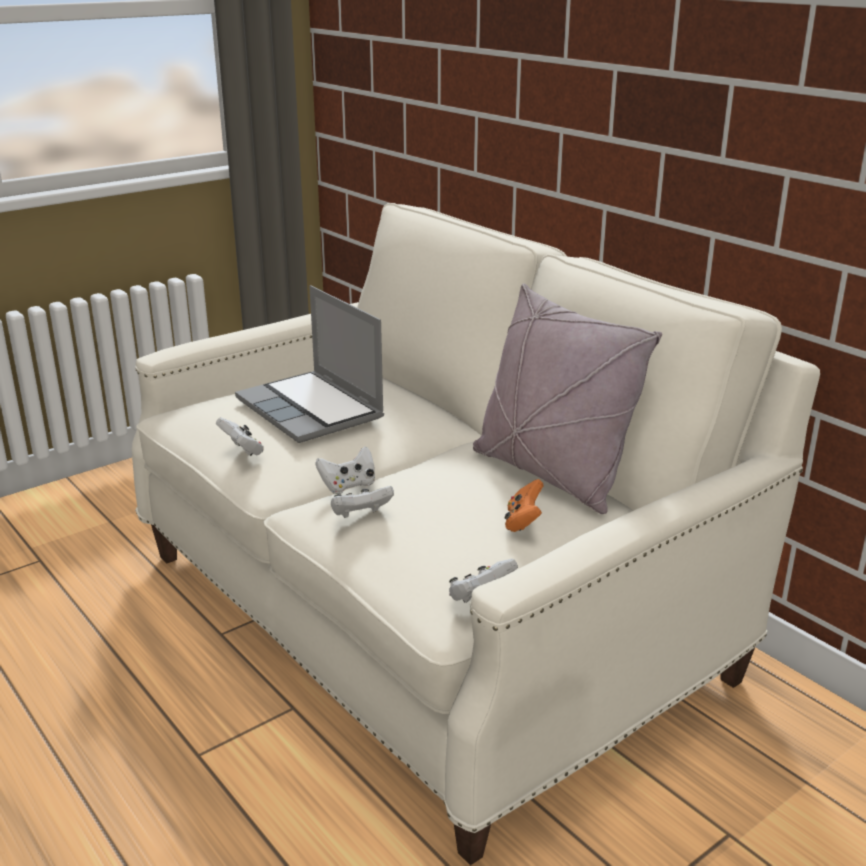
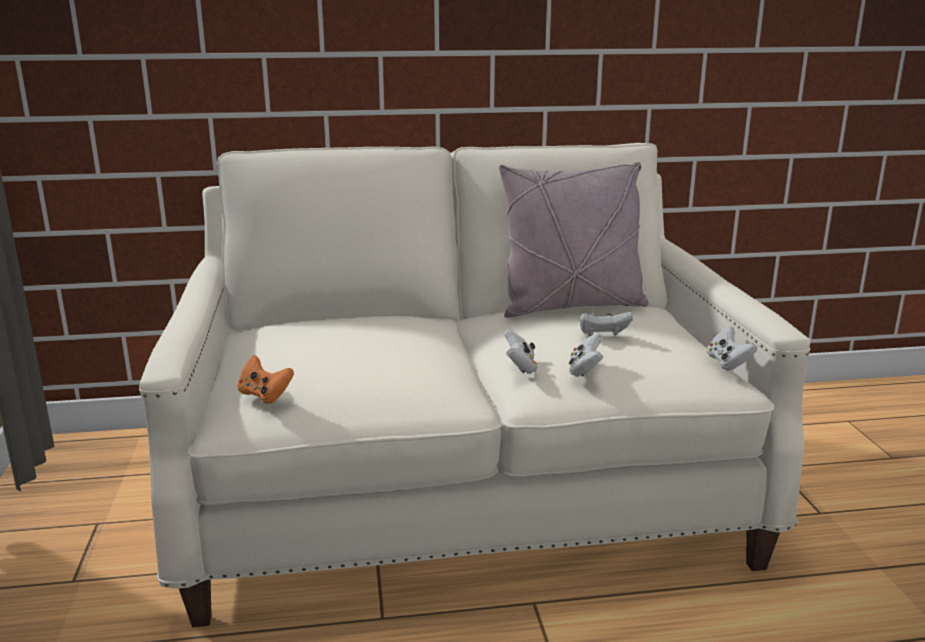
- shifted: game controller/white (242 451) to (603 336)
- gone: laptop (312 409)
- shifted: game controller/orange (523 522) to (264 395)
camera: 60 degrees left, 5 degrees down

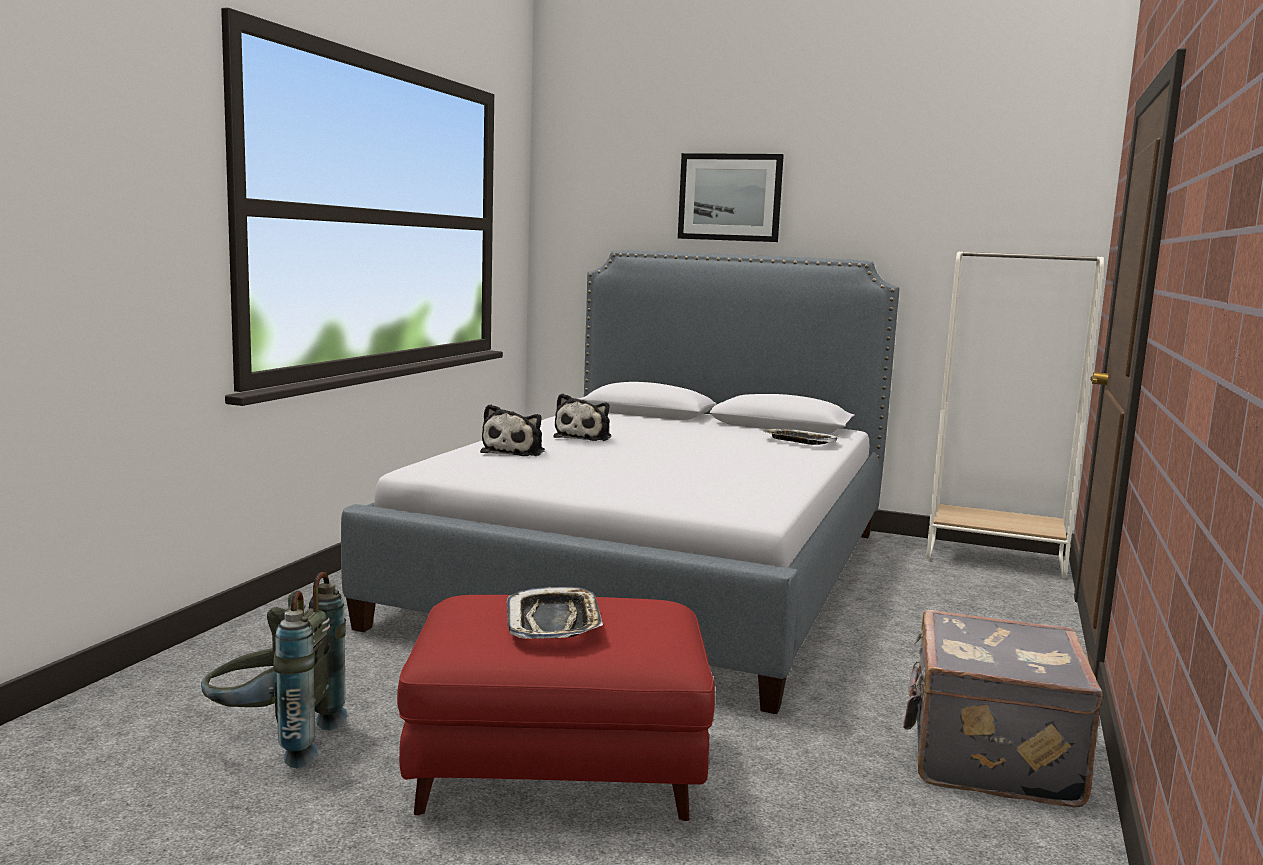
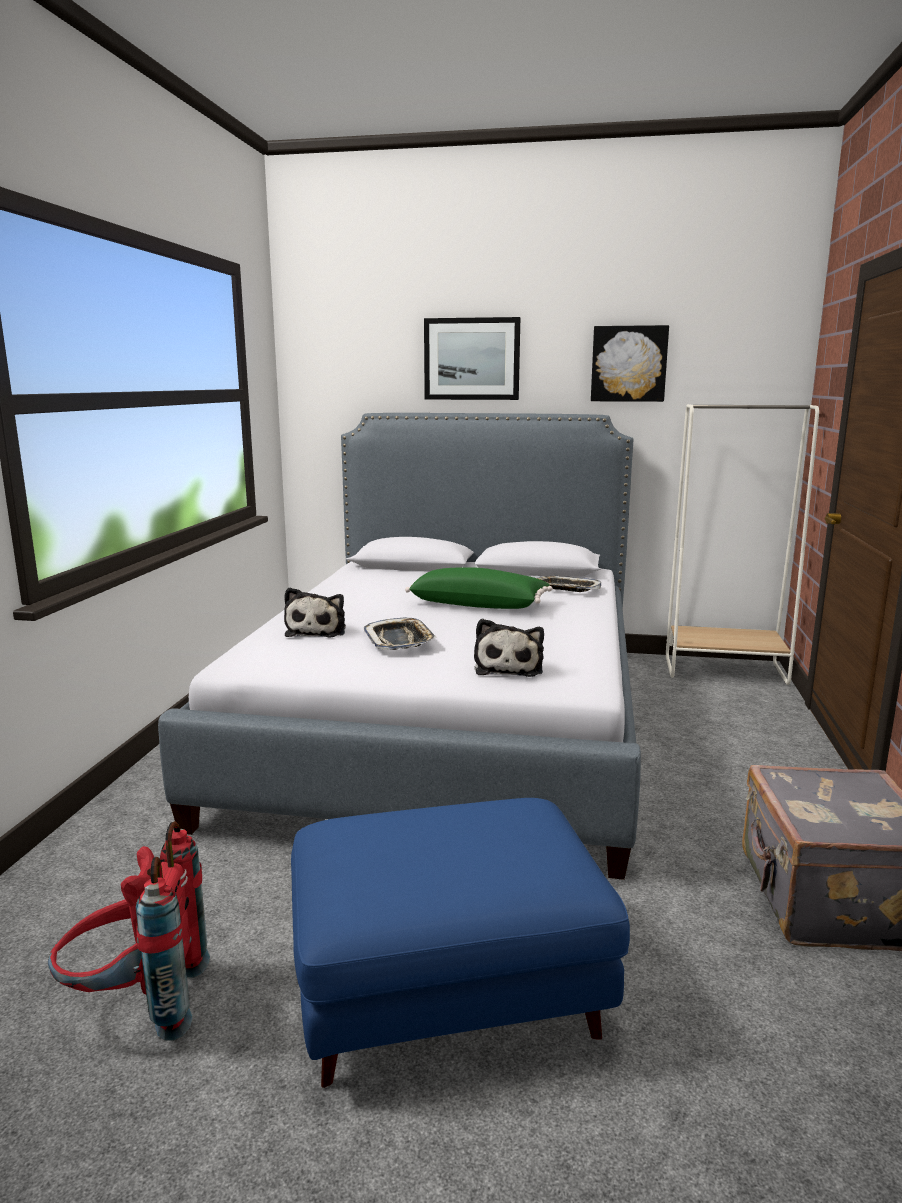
- repainted: backpack/grey (274 742) to backpack/red (138 1006)
- repainted: ottoman/red (556 771) to ottoman/blue (447 992)
- shifted: tray (554 623) to (399 640)
- shifted: plush toy (584 437) to (509 667)
- new: pillow/green (479 605)
- new: picture (628 364)
camera: 10 degrees left, 5 degrees up

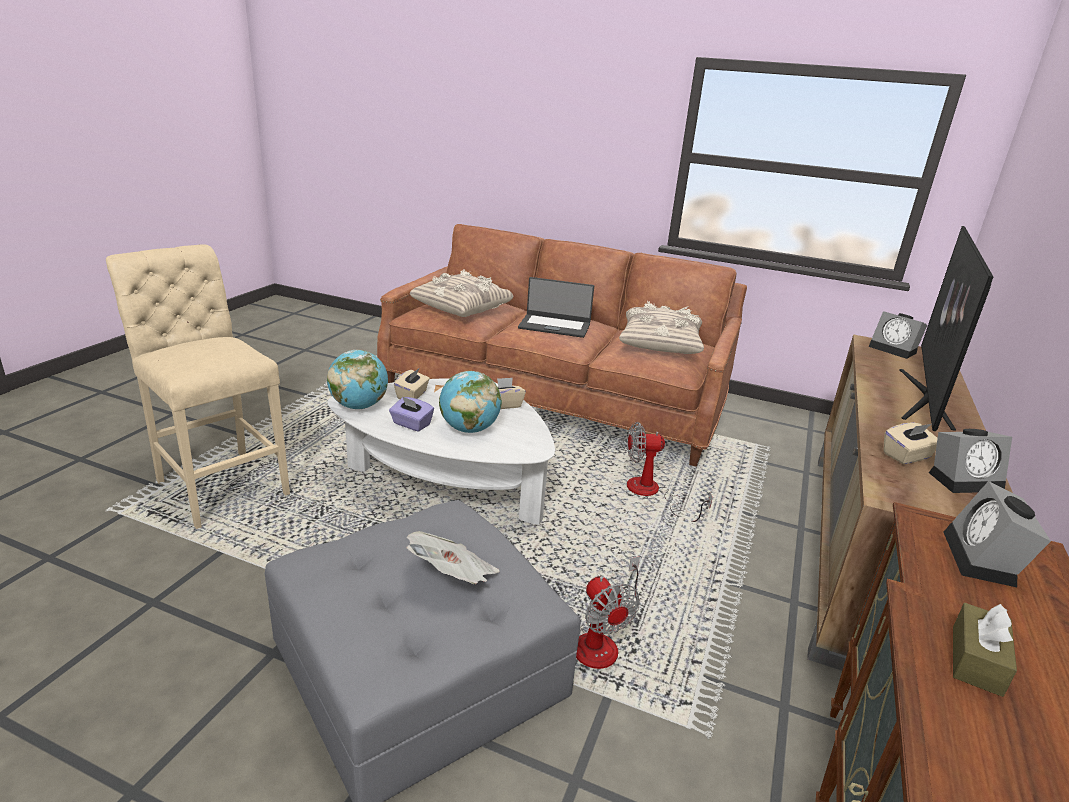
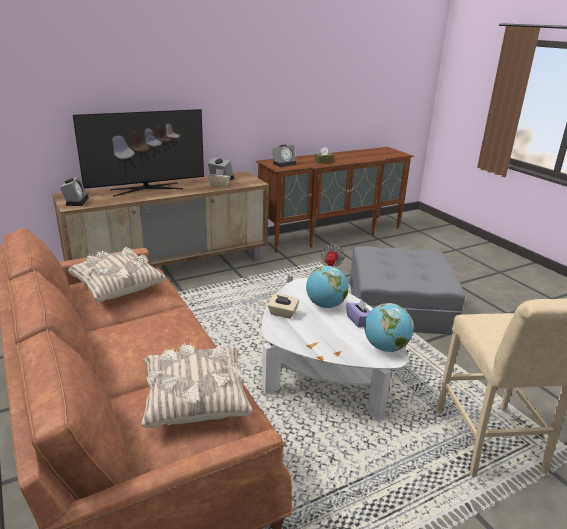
- gone: tissue box/beige (412 395)
- gone: newspaper (453 577)
- gone: laptop (554 326)
- gone: fan (652 494)
camera: 140 degrees left, 0 degrees up

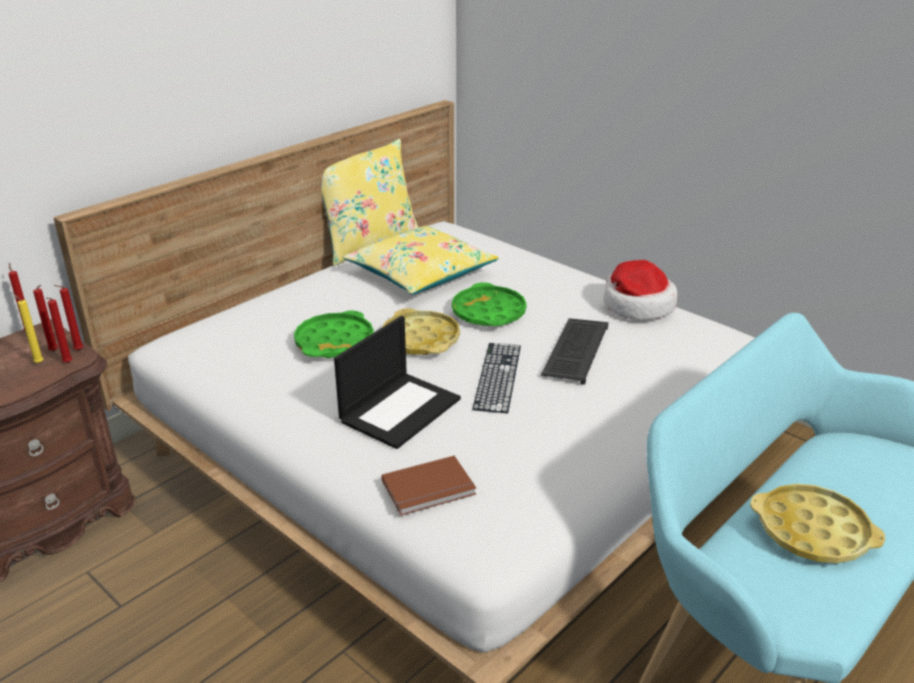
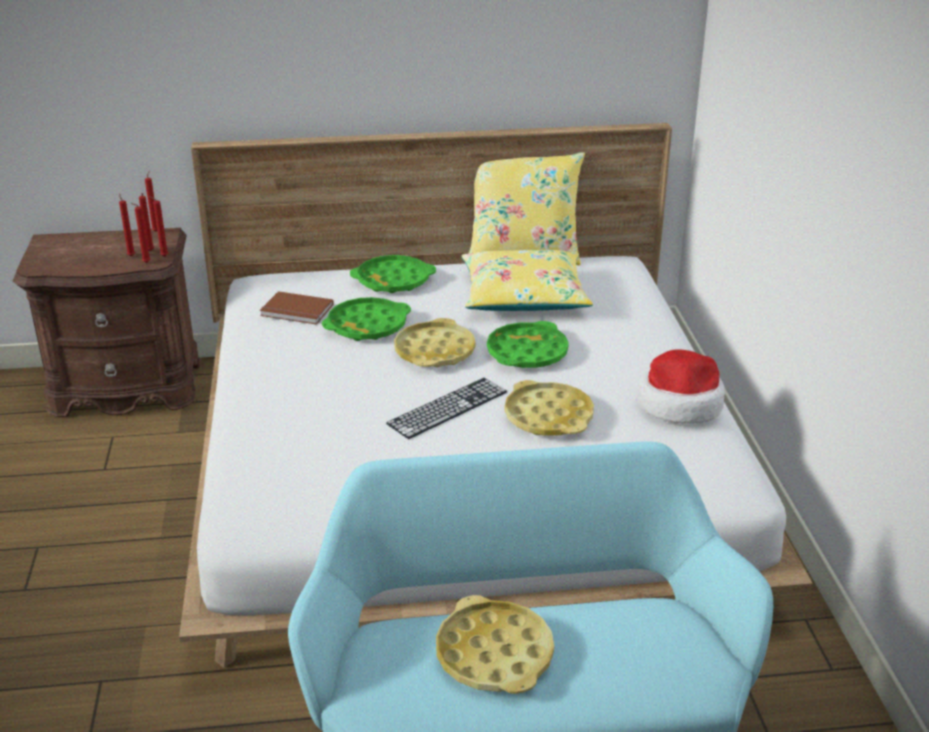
- repainted: candle/yellow (38 363) to candle/red (131 255)
- gone: laptop (400 409)
- shifted: book/brown (430 489) to (296 311)
- swapped: keyboard (575 350) to tray/yellow (548 416)
- new: tray/green (393 280)
camera: 40 degrees right, 0 degrees up

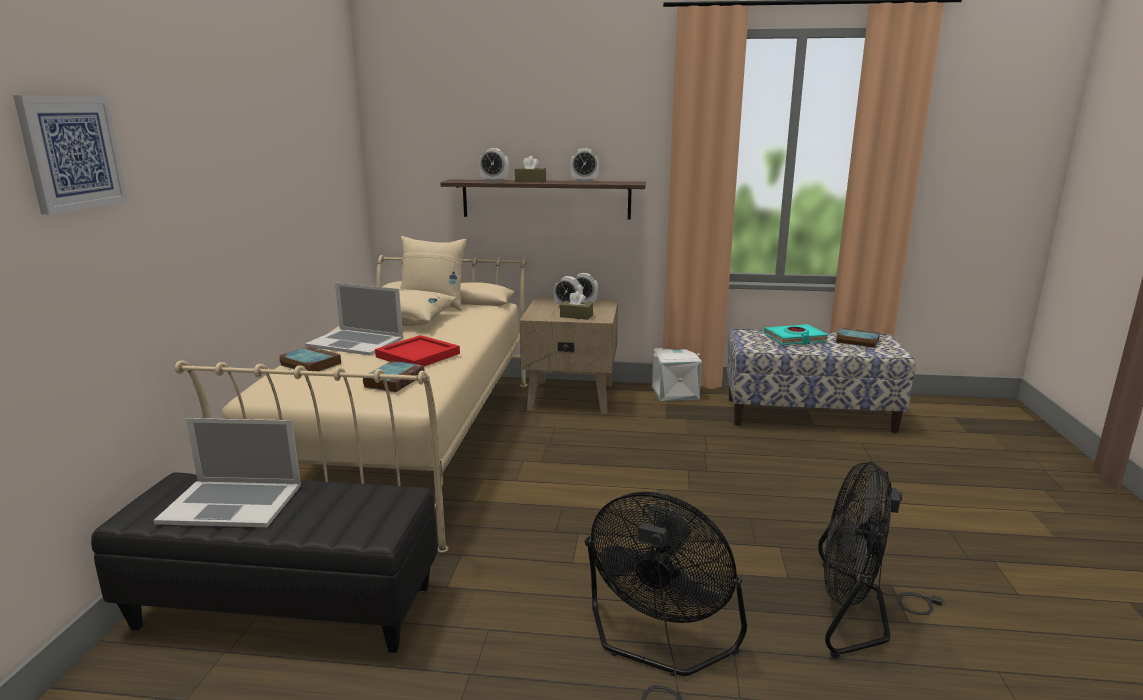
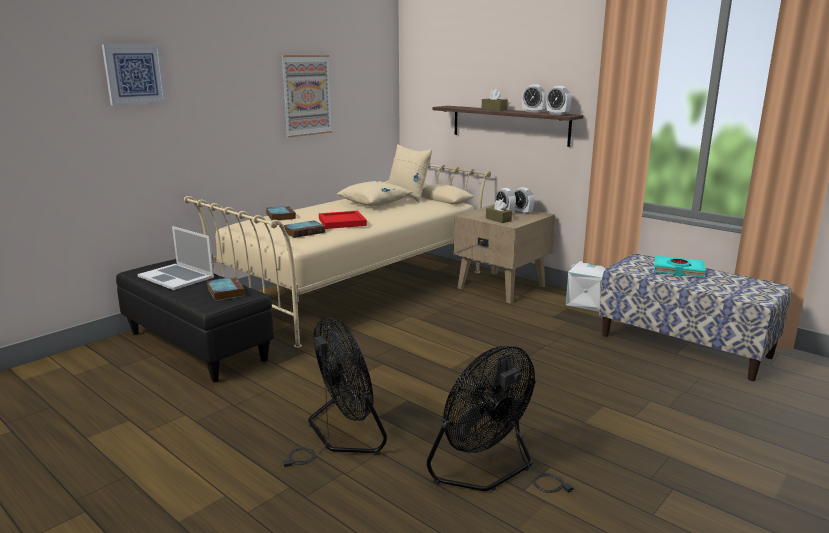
- gone: laptop (355 342)
- shifted: alarm clock (494 181) to (557 114)
- shifted: book (856 341) to (225 292)
- new: picture (306 95)
camera: 35 degrees right, 0 degrees up

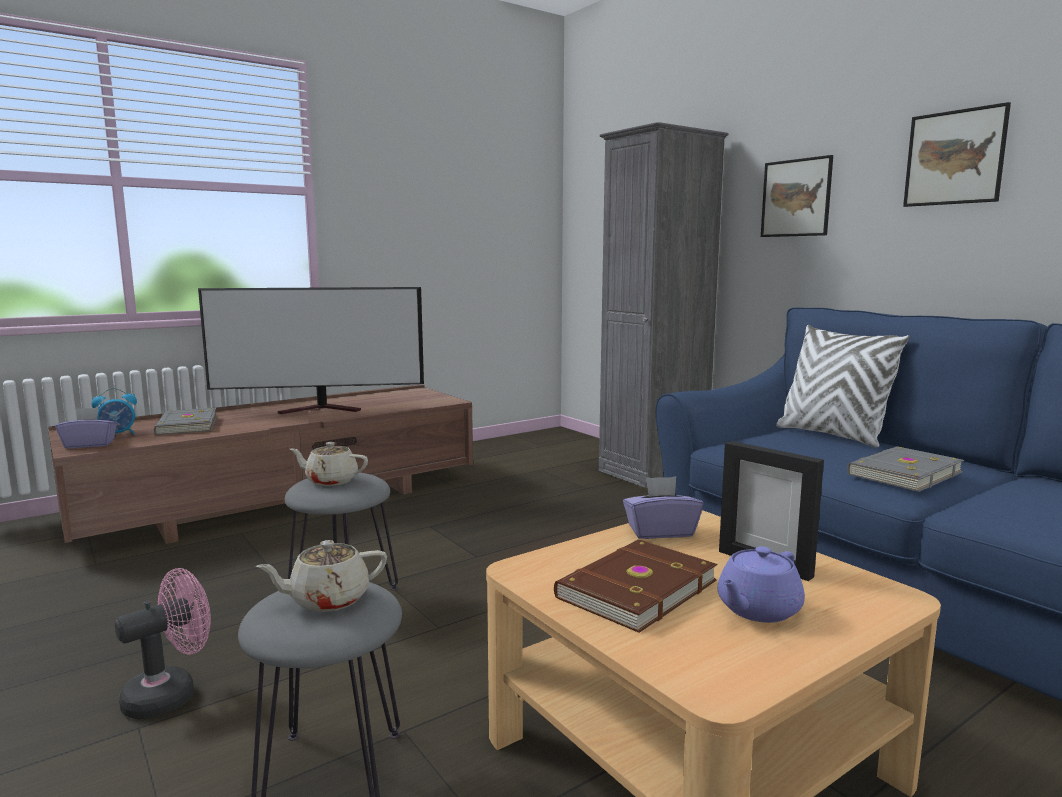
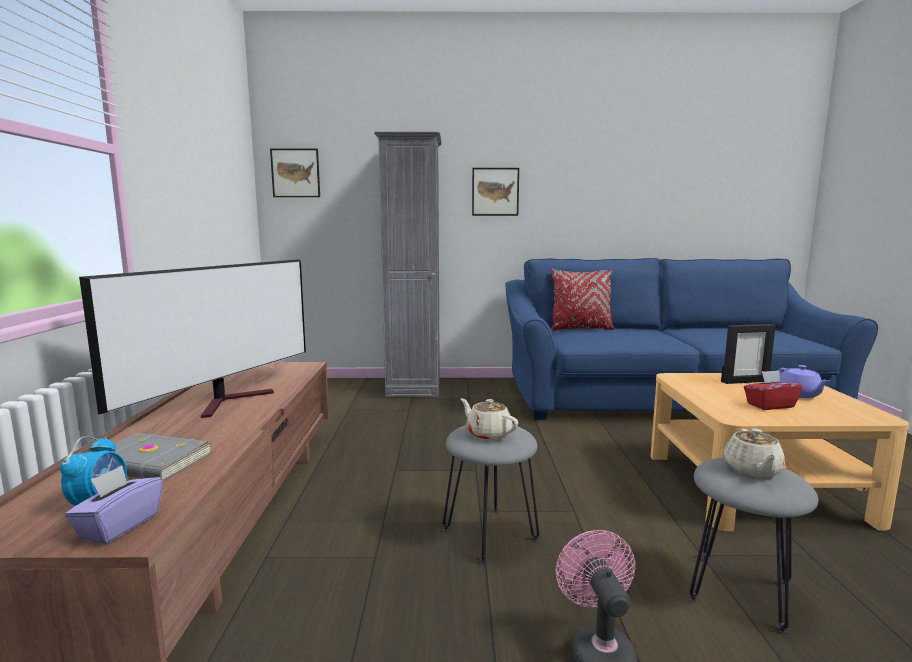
- rotated: teapot/beige (330 481) = (488 434) 90 degrees clockwise
- swapped: book/brown (634 588) to tissue box/red (769 405)
- gone: tissue box/purple (660 531)
- repainted: pillow/white (832 435) to pillow/red (580 329)
- gone: book/grey (902 473)
- shifted: picture (954 157) to (295 173)
camera: 55 degrees left, 0 degrees up

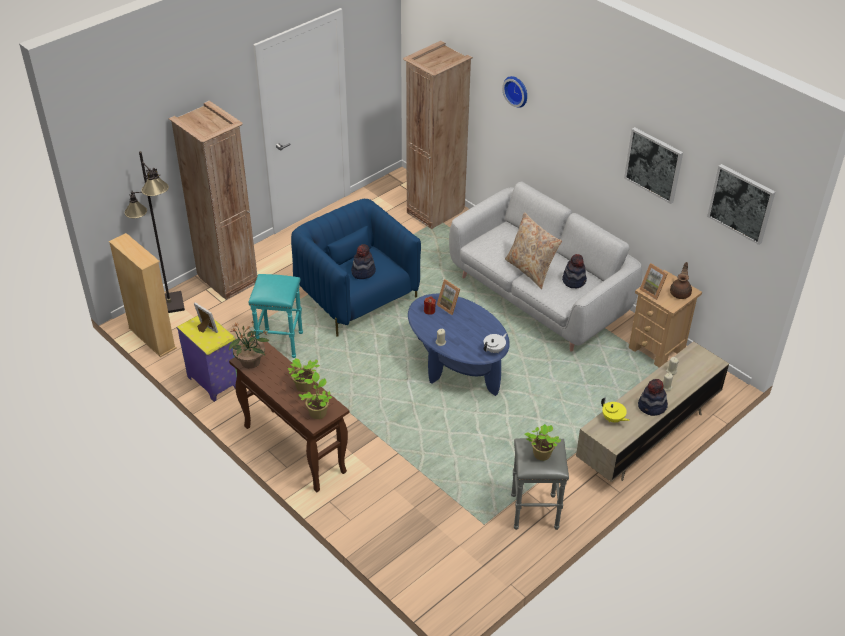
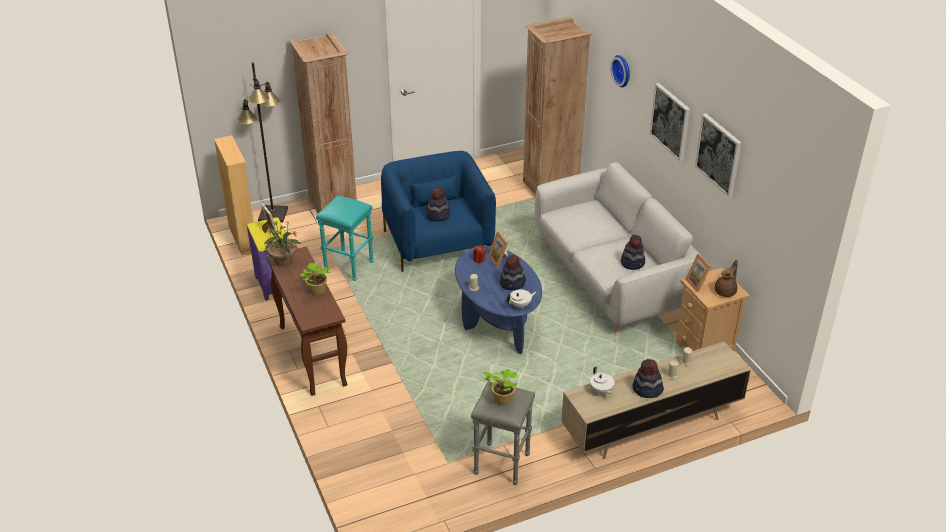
- gone: potted plant (317 412)
- gone: pillow/beige (530 270)
- repainted: teapot/yellow (613 419) to teapot/white (601 391)
- shifted: picture (741 203) to (671 121)
- new: hat (512 283)
camera: 20 degrees right, 5 degrees down

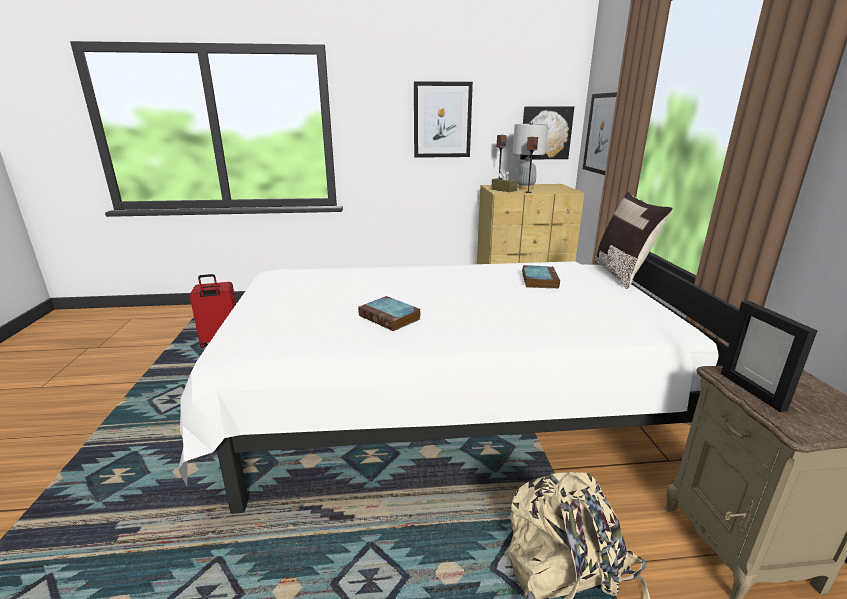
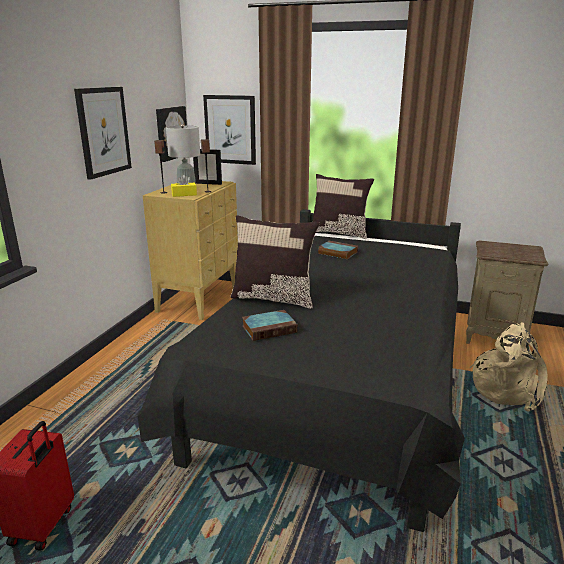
- repainted: bed/white (444 410) to bed/black (338 384)
- shifted: book (391 317) to (270 328)
- repainted: tissue box/brown (504 190) to tissue box/yellow (184 194)
- shifted: picture frame (753 390) to (208 183)
- new: pillow (274 298)
camera: 65 degrees left, 0 degrees up

